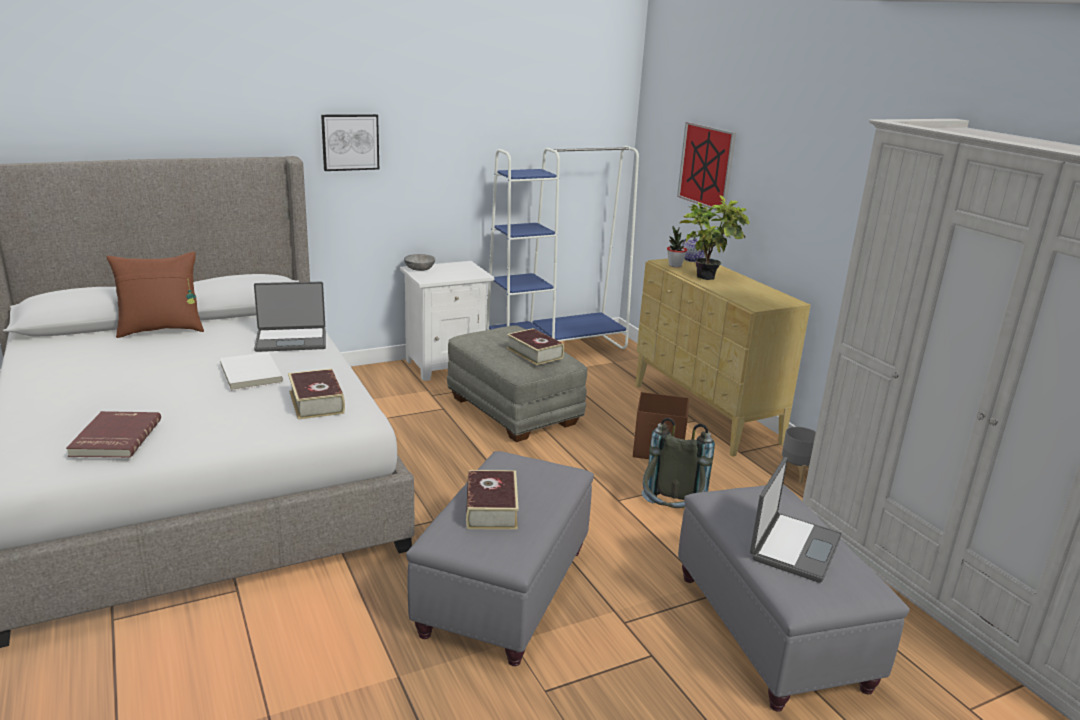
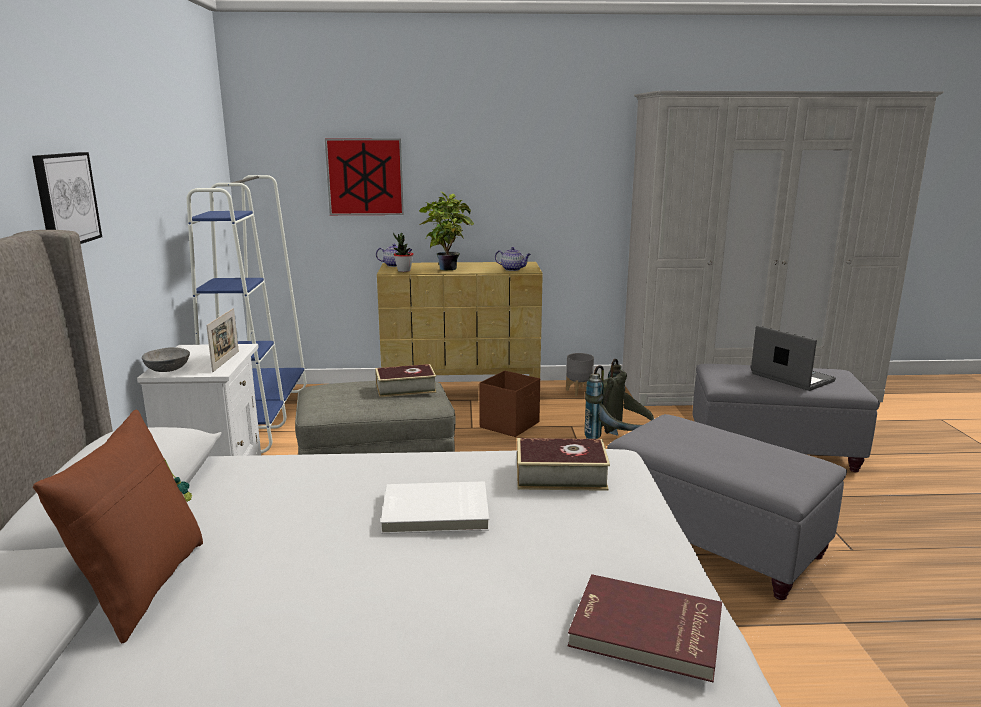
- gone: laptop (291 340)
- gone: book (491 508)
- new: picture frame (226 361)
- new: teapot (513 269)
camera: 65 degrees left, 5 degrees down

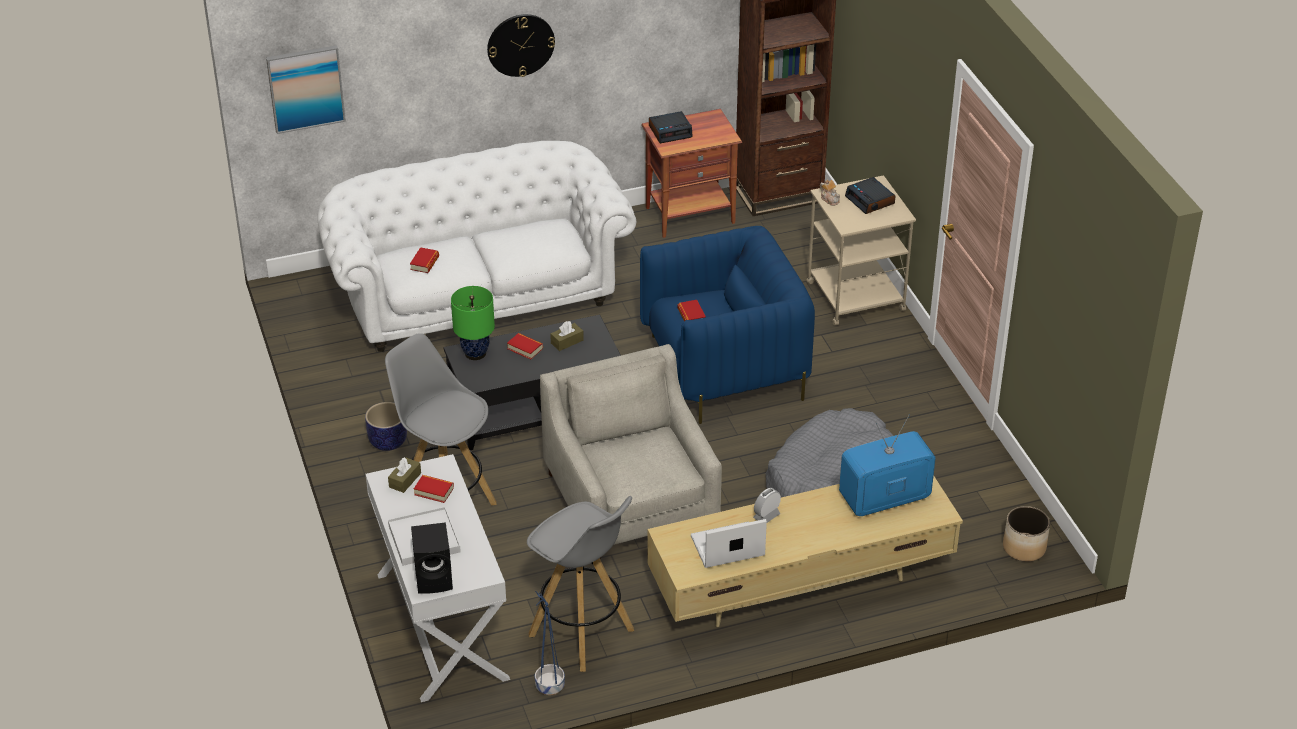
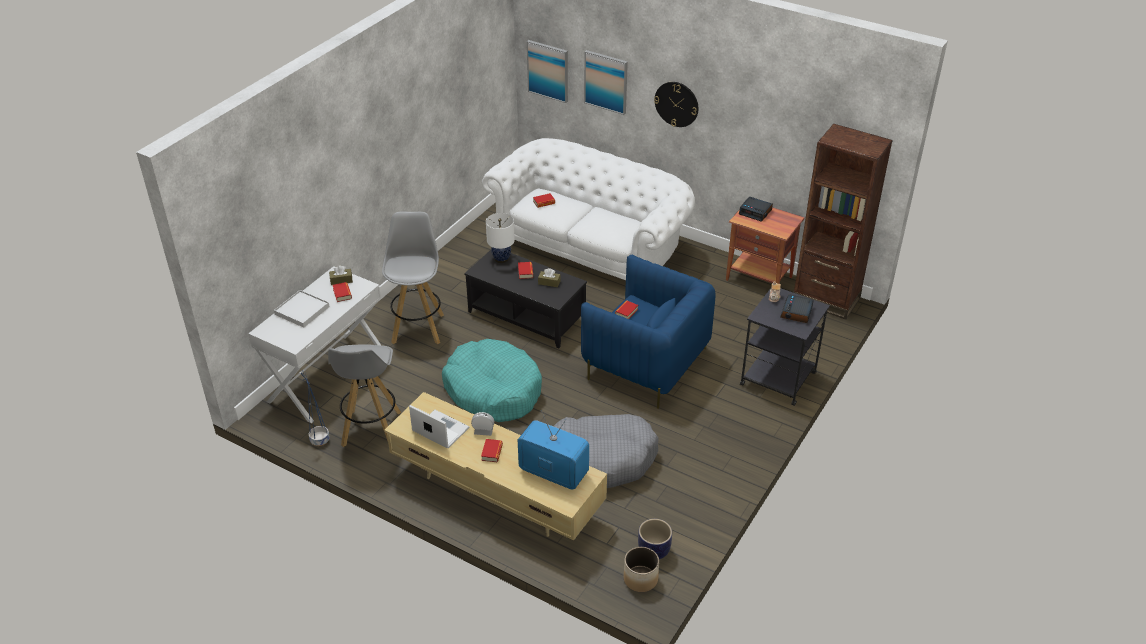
- shifted: planter (388 442) to (653 551)
- gone: speaker/black (435 578)
- repainted: table lamp/green (475 353) to table lamp/white (501 258)
- swapped: armchair/beige (632 502) to dog bed/turquoise (493 390)
- repainted: cart/beige (856 297) to cart/black (778 379)
- new: book (492 452)
- new: picture (606 82)
camera: 50 degrees right, 0 degrees up

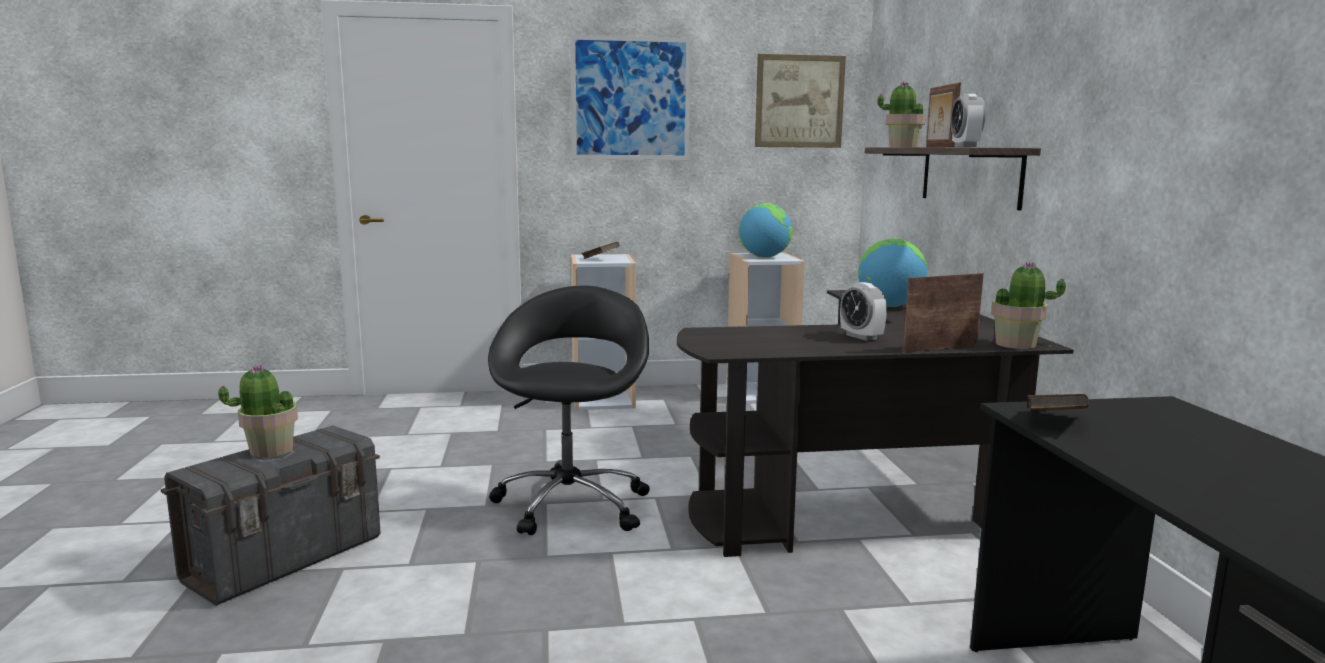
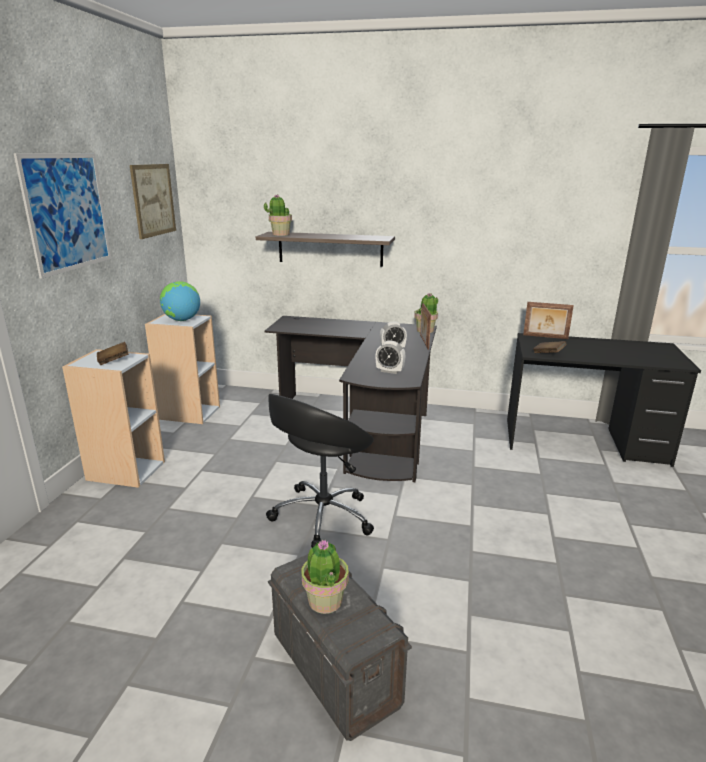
- rotated: office chair/black (572 504) = (320 518) 90 degrees counterclockwise
- gone: globe (889 306)
- shifted: picture frame (938 147) to (545 337)
- shifted: alarm clock (965 146) to (389 371)
camera: 70 degrees left, 10 degrees up

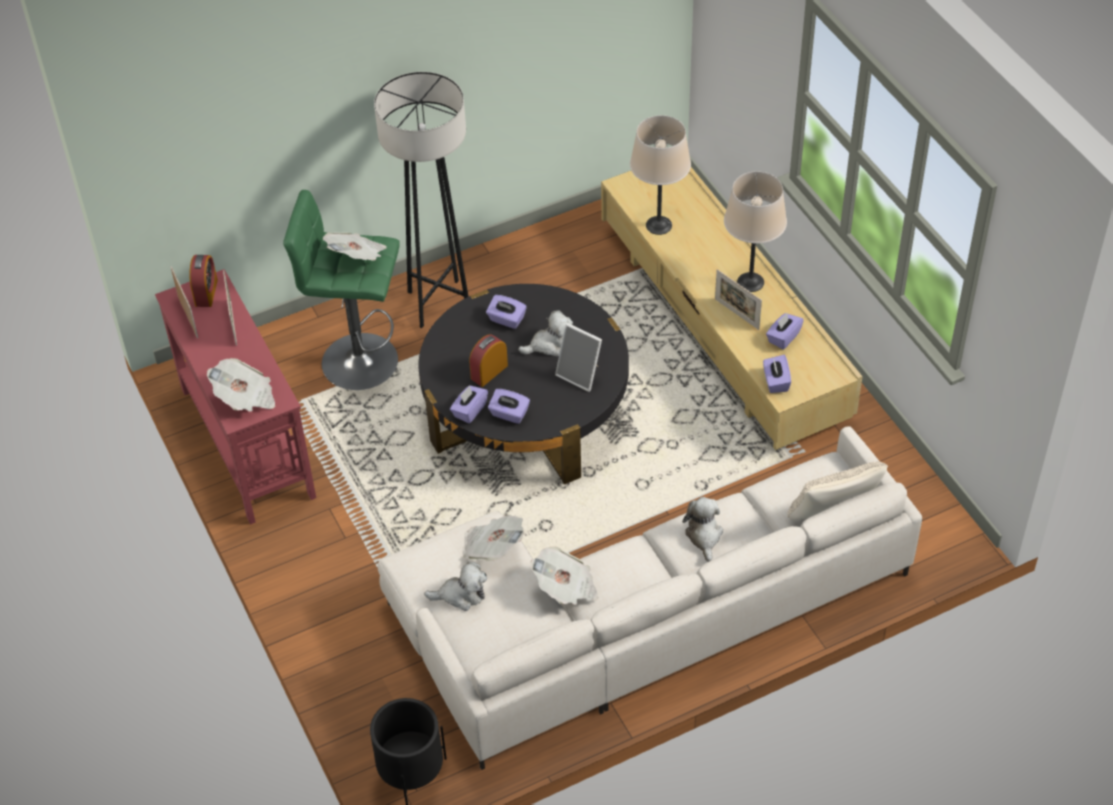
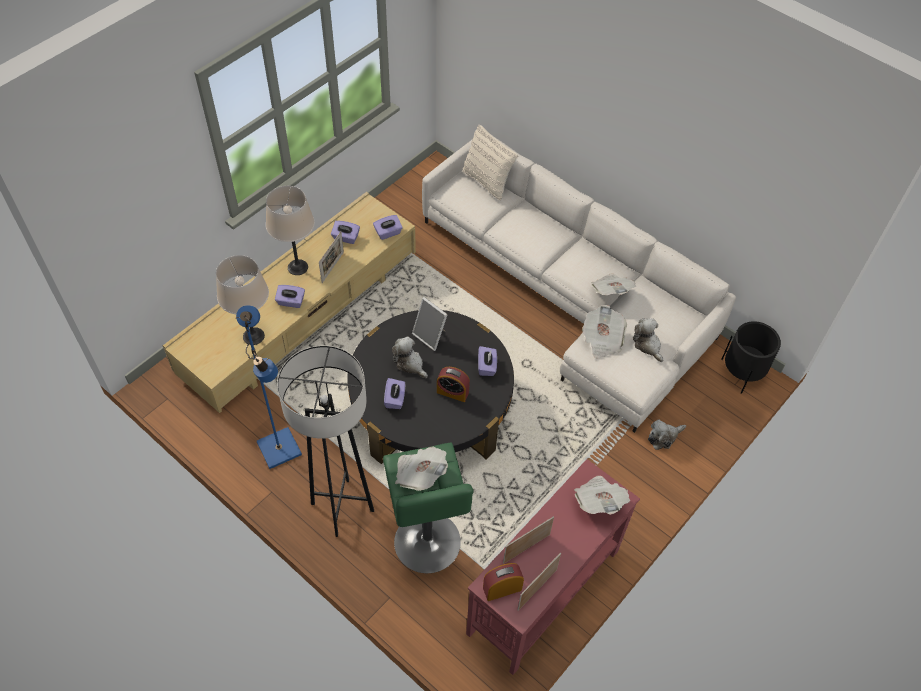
- shifted: tissue box/purple (469 411) to (291 302)
- rotated: picture frame (580 374) = (431 336) 120 degrees clockwise
- shifted: plush toy (704 535) to (663 437)
- new: floor lamp/blue (279 448)
camera: 115 degrees left, 5 degrees up

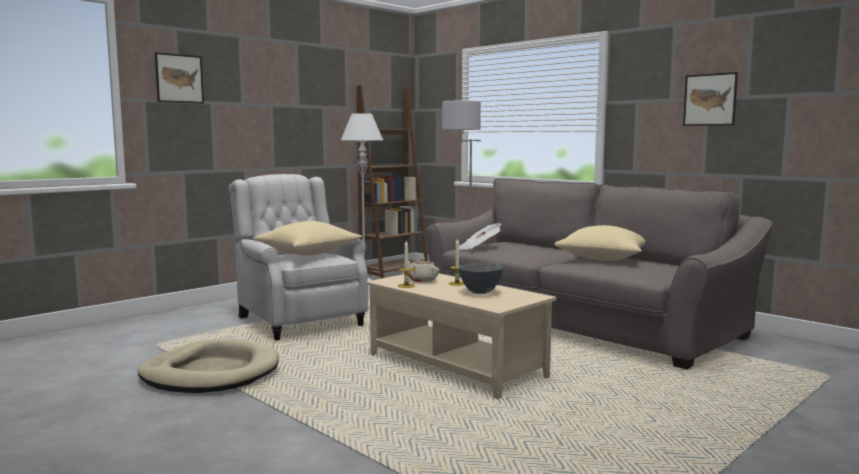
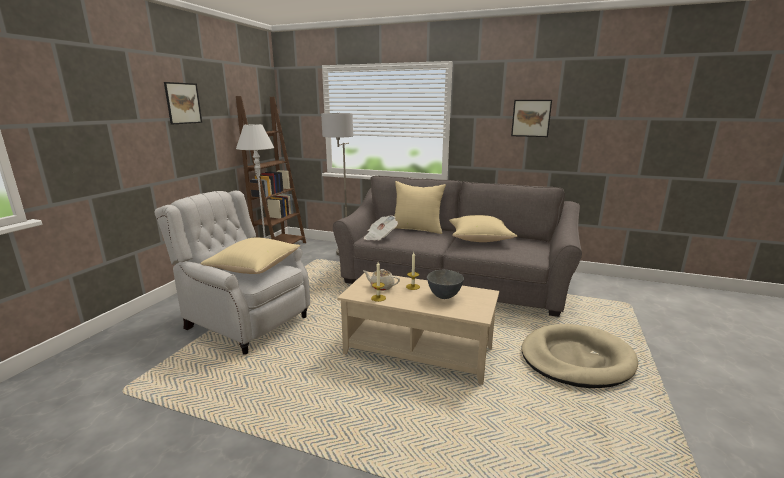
- shifted: dog bed/beige (211 373) to (576 359)
- shifted: picture (179 78) to (183 103)
- new: pillow/beige (417 229)
camera: 25 degrees left, 10 degrees up

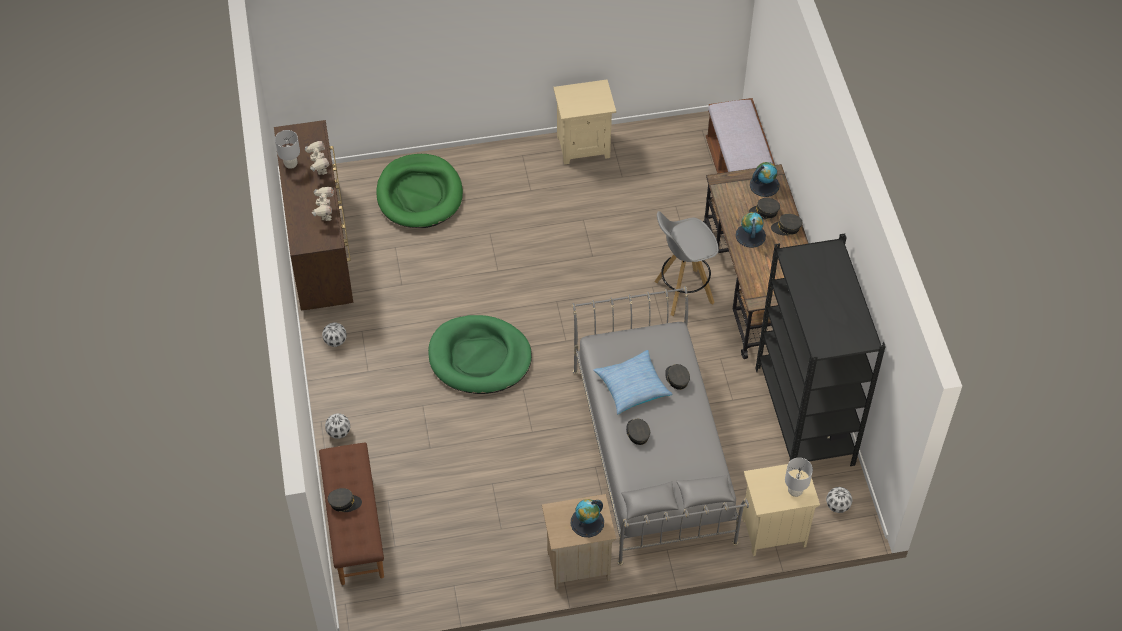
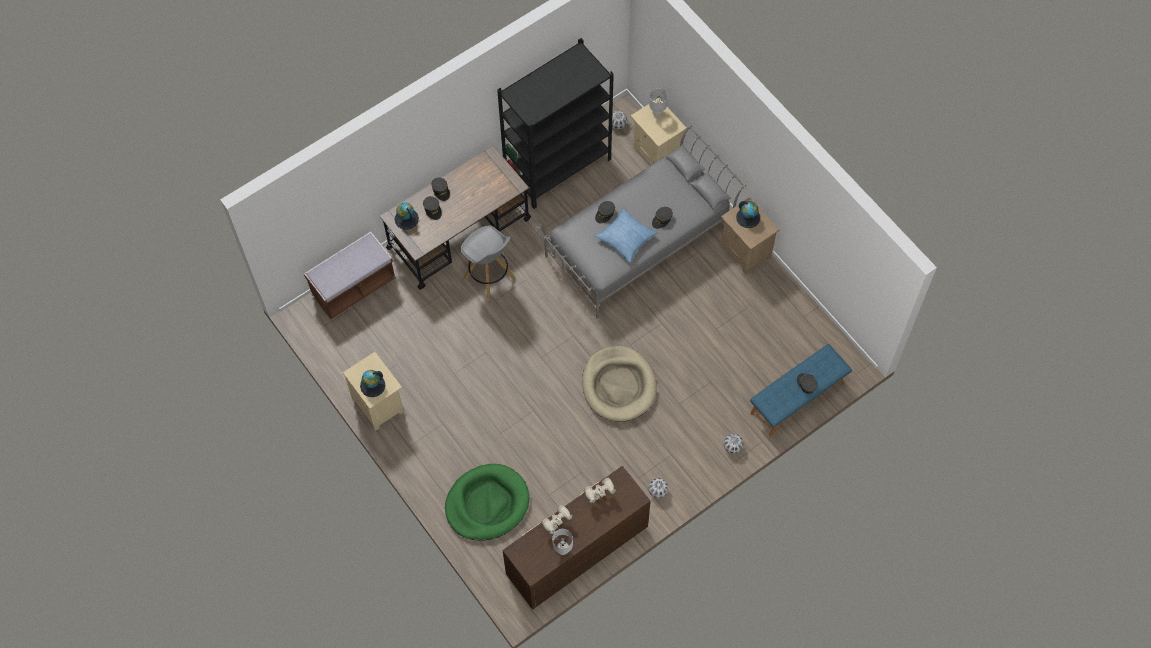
- repainted: bench/brown (354 525) to bench/blue (797 399)
- repainted: dog bed/green (479 358) to dog bed/beige (618 385)
- shifted: globe (750 235) to (372 385)
camera: 115 degrees left, 10 degrees up

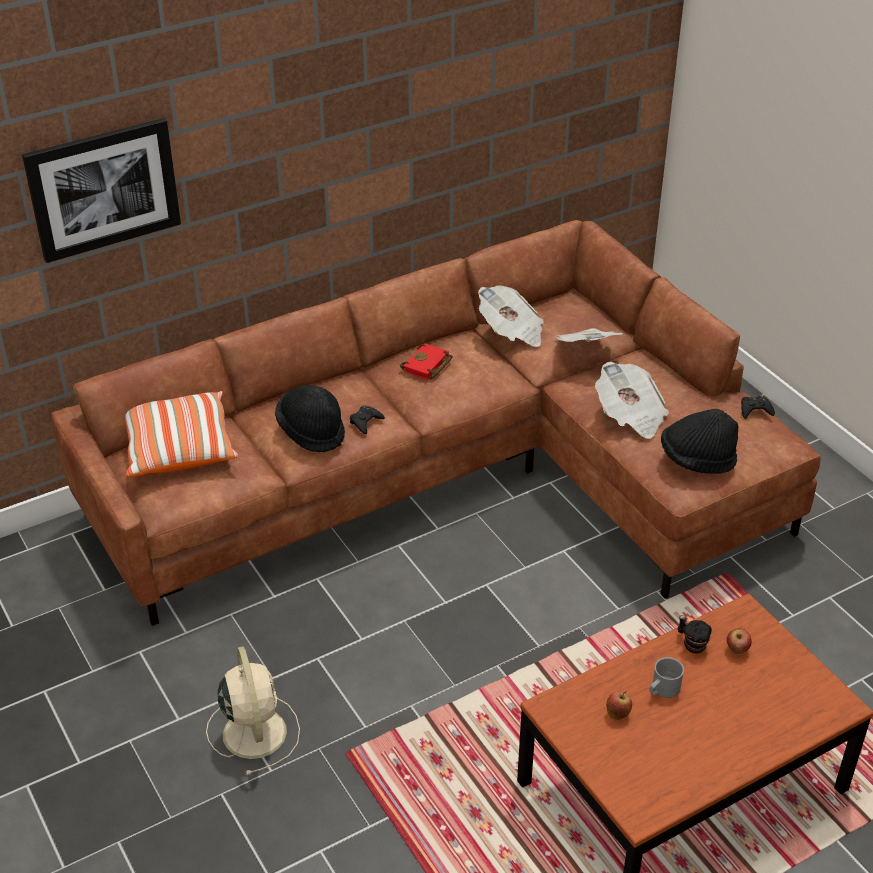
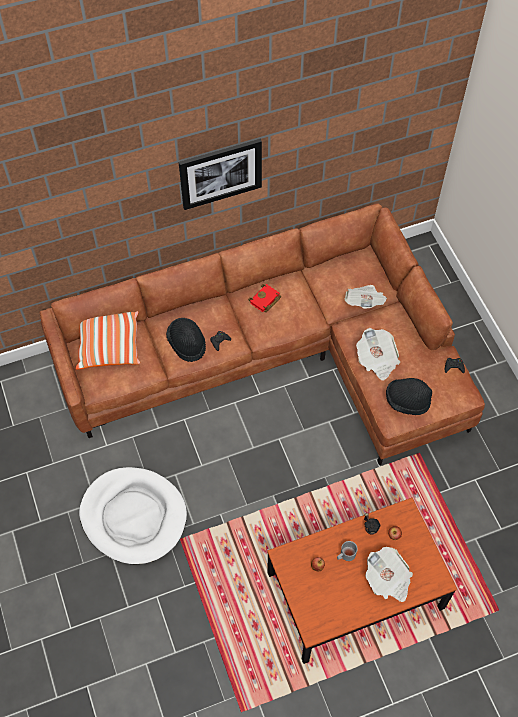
- shifted: picture (103 189) to (220 173)
- swapped: fan/beige (254 730) to dog bed/white (134 516)
- shifted: newspaper (511 332) to (388 580)
camera: 10 degrees right, 20 degrees up

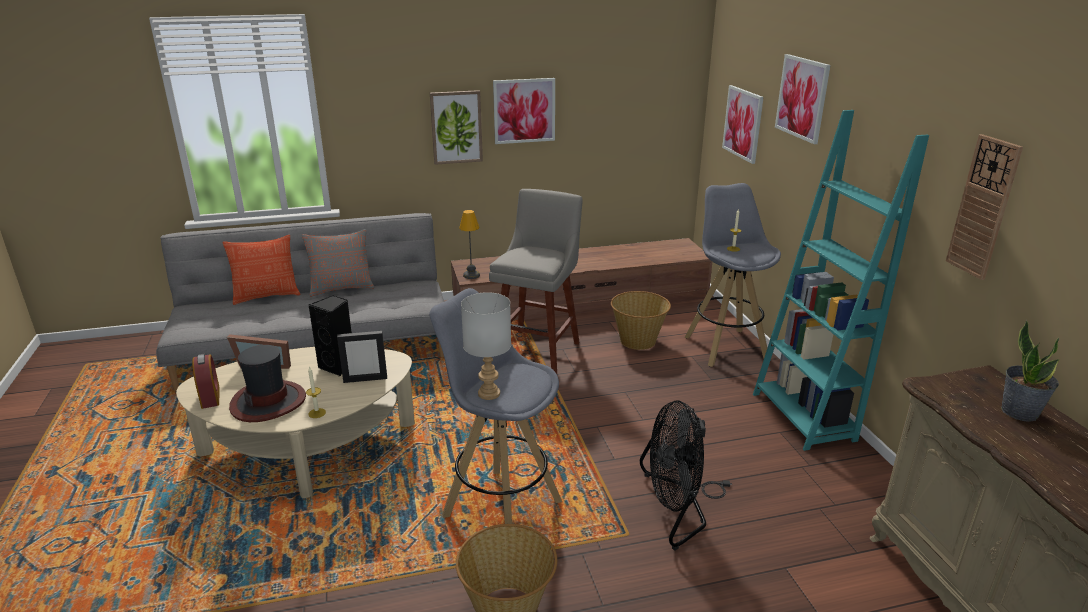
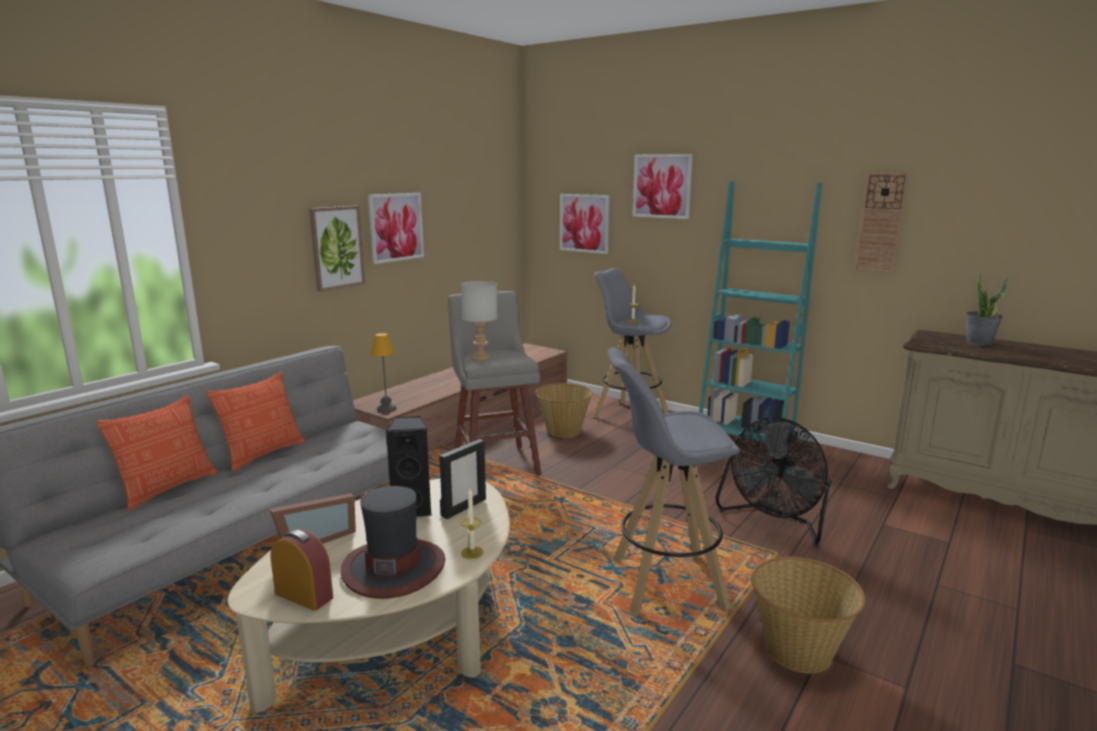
- repainted: pillow/grey (342 289) to pillow/orange (263 454)
- shifted: table lamp/grey (489 394) to (481 358)
camera: 40 degrees left, 10 degrees down

